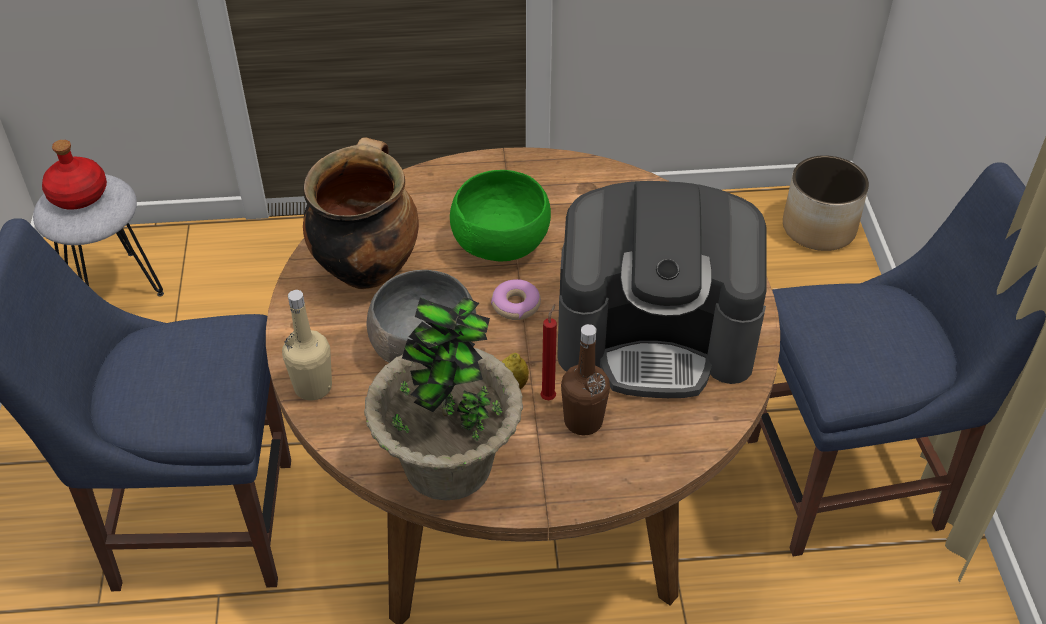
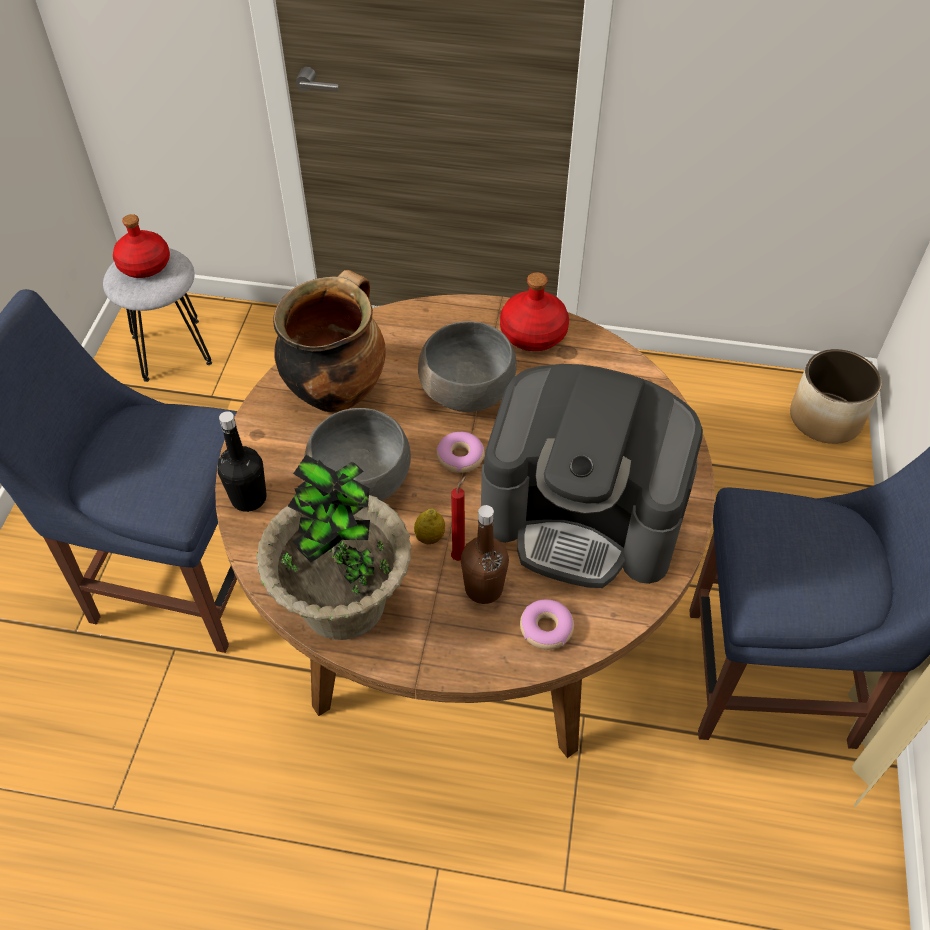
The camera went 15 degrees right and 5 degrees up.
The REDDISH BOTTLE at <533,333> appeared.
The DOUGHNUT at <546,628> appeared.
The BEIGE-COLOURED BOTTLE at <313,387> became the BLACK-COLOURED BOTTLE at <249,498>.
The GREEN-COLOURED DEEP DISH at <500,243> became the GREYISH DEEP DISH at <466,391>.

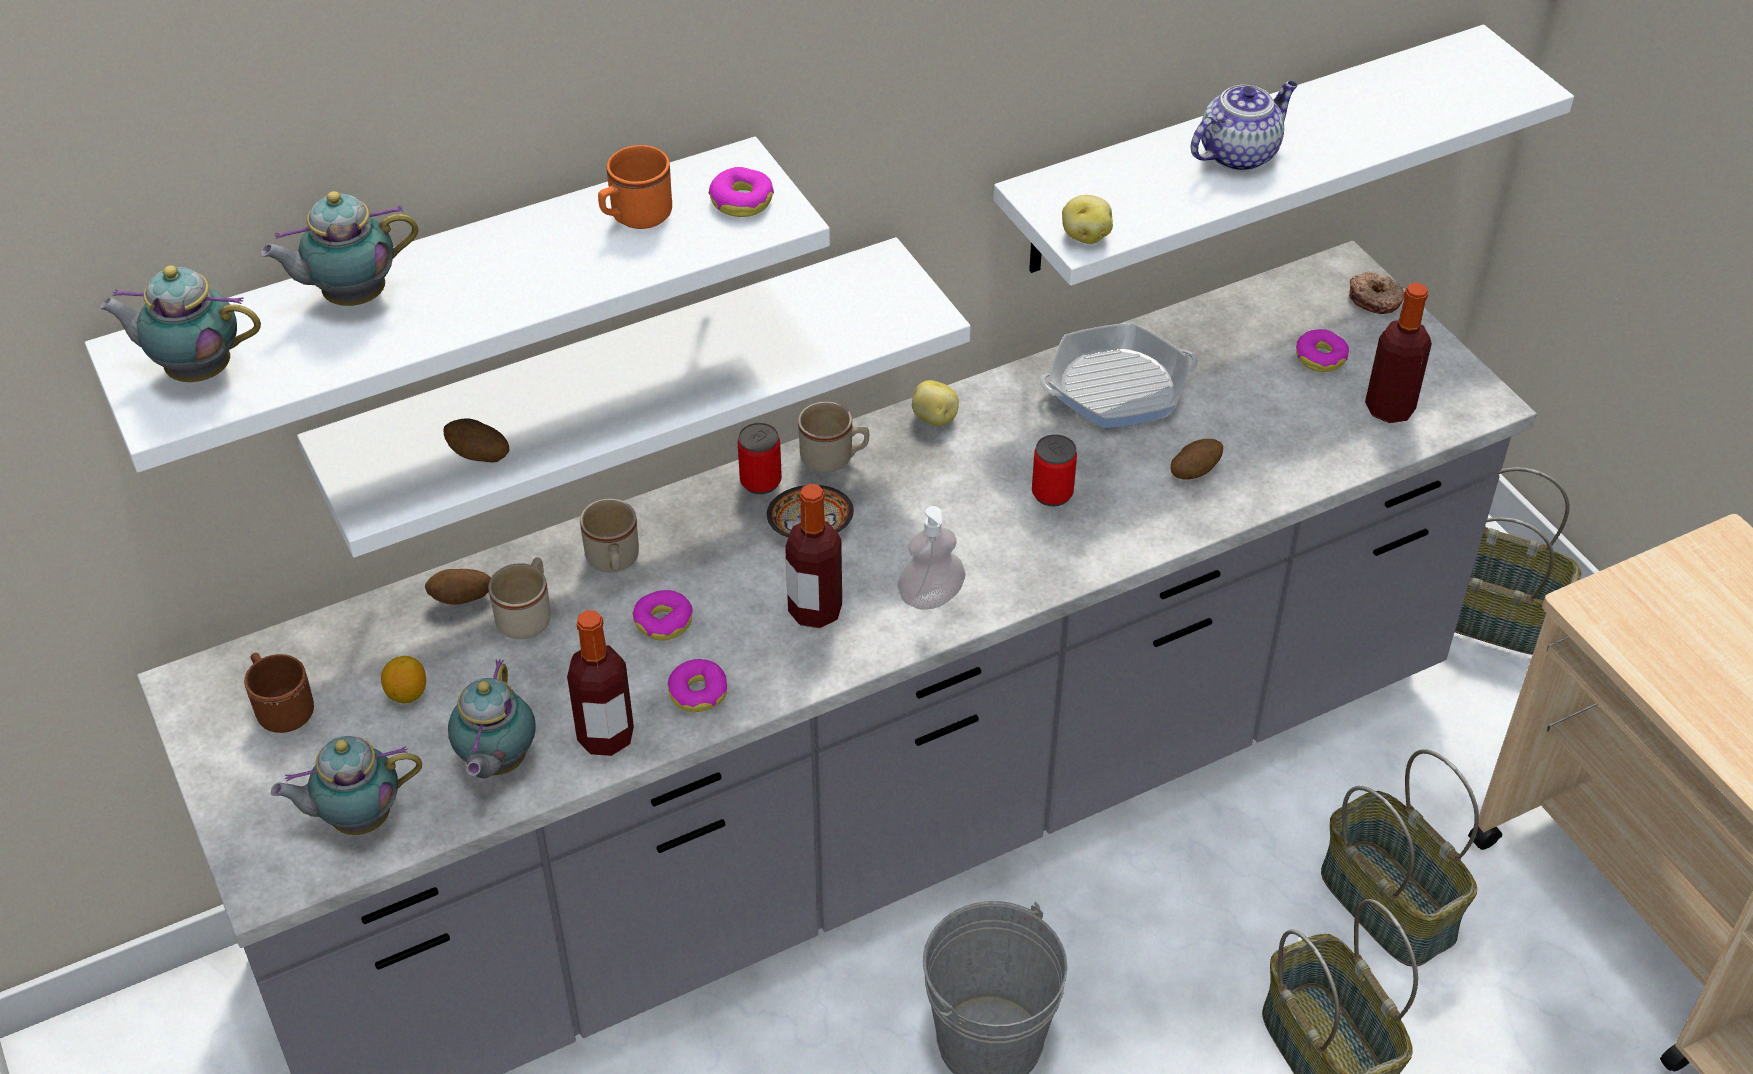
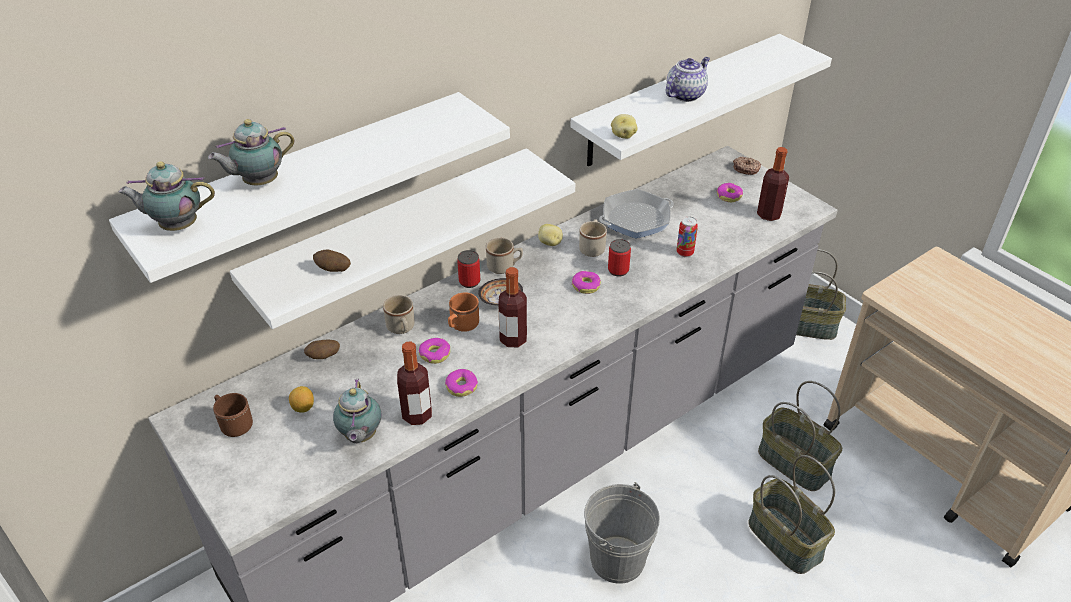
The camera went 10 degrees left and 5 degrees down.
The POT FOR TEA at <357,819> disappeared.
The SOAP BOTTLE at <930,597> disappeared.
The BEIGE-COLOURED MUG moved from <528,615> to <592,247>.
The ORANGE MUG moved from <634,218> to <462,326>.
The DOUGHNUT moved from <741,201> to <586,286>.
The WHOLE POTATO at <1194,472> was replaced by the CAN at <684,253>.

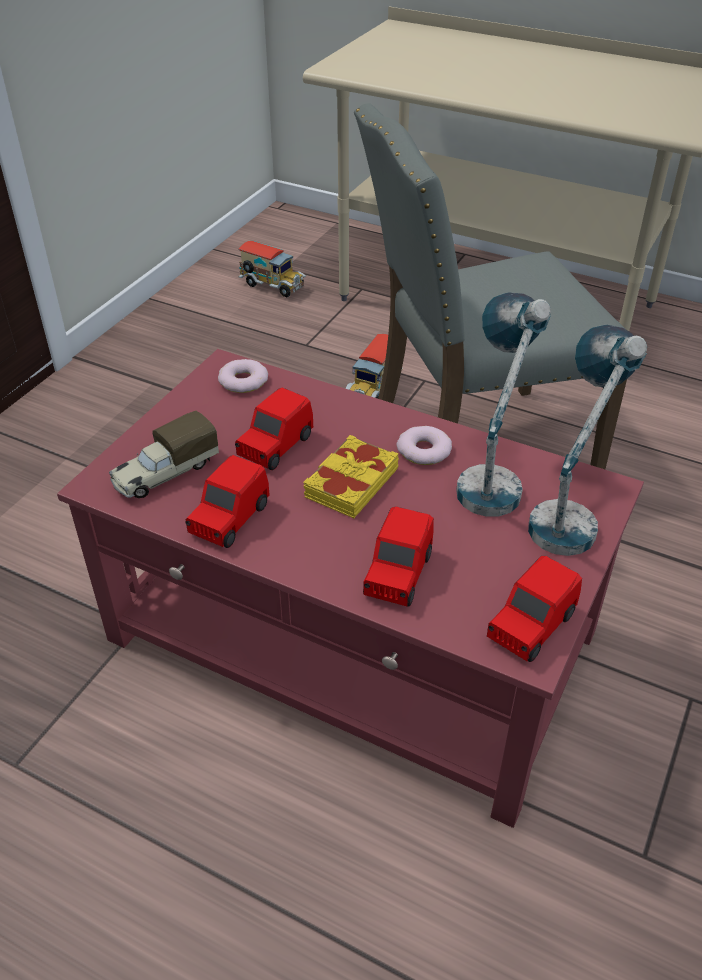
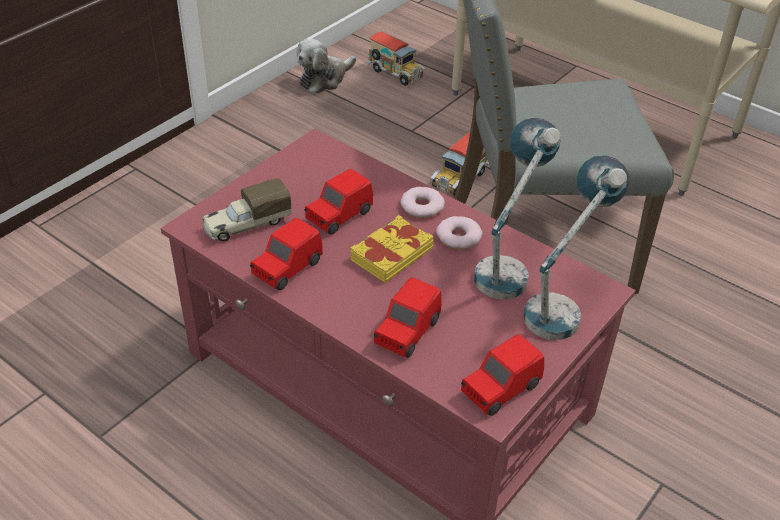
The camera went 10 degrees right and 0 degrees up.
The SOFT TOY at <324,79> appeared.
The DOUGHNUT moved from <243,381> to <422,206>.

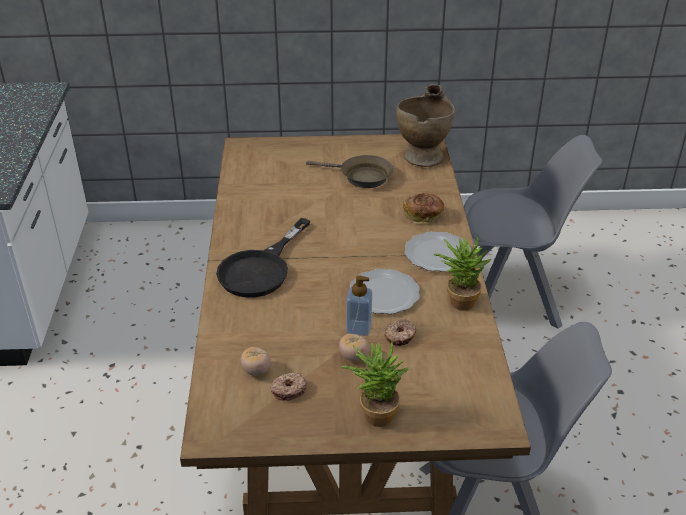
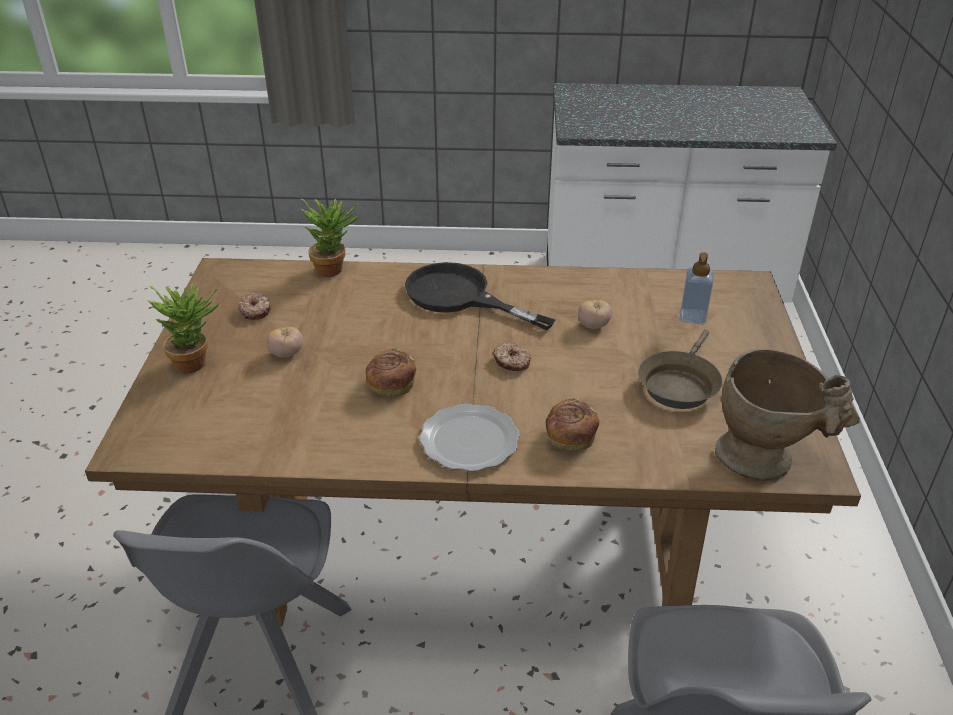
The camera went 95 degrees right and 0 degrees up.
The TOMATO moved from <256,371> to <593,325>.
The SOAP BOTTLE moved from <358,328> to <692,317>.
The DOUGHNUT moved from <400,336> to <512,362>.
The POTTED PLANT moved from <458,300> to <334,269>.
The FLAT DISH at <385,294> was replaced by the BAKERY BREAD at <391,385>.

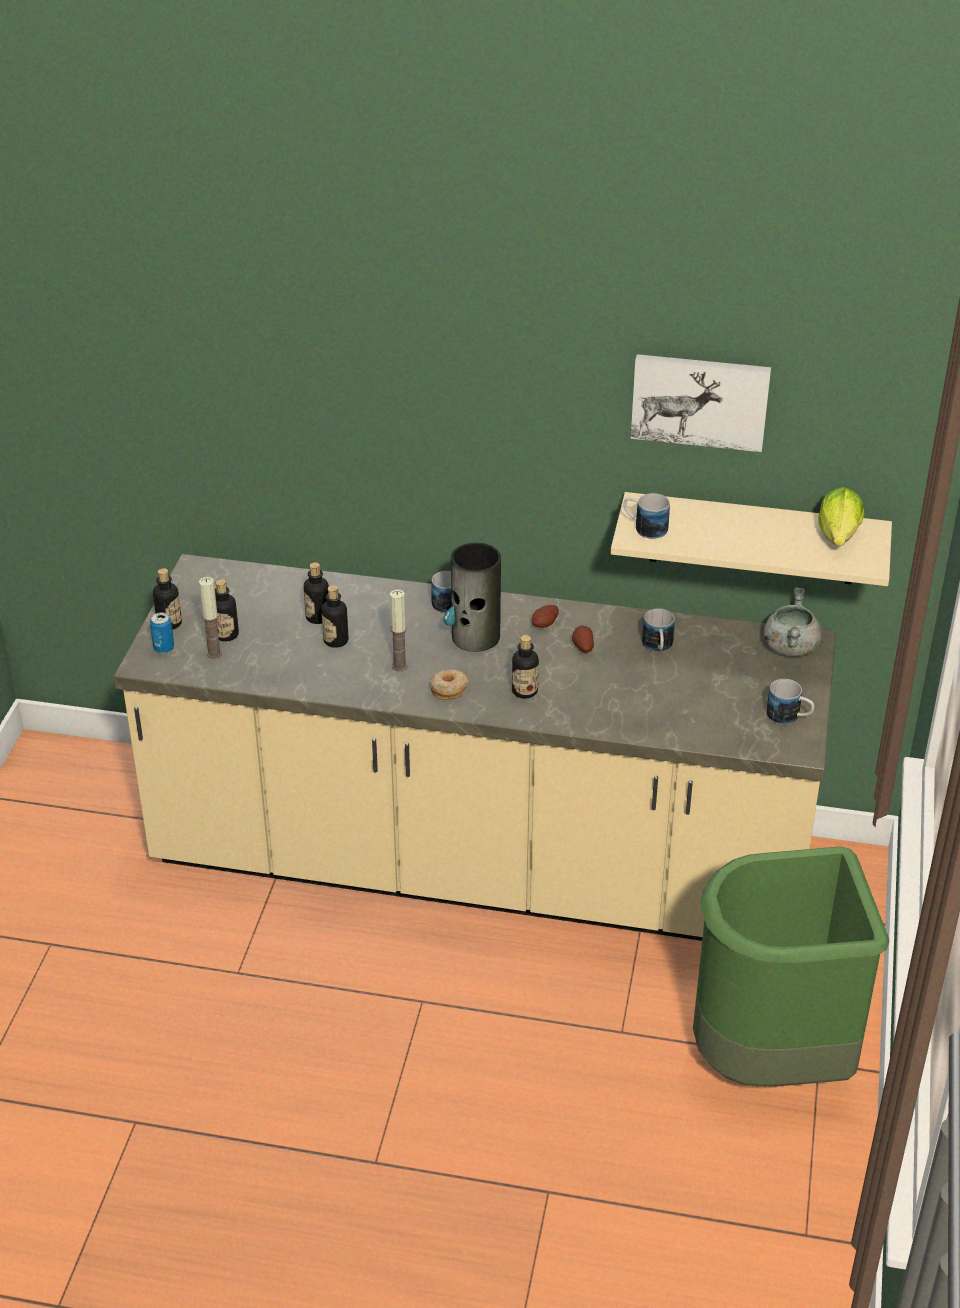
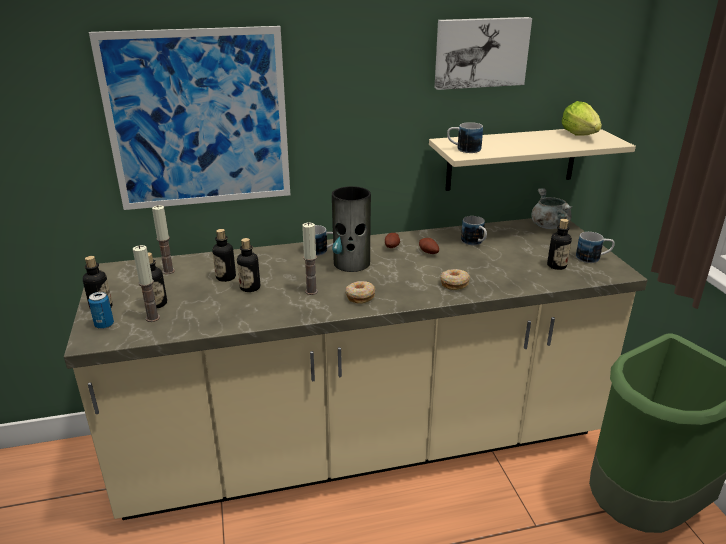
The camera went 25 degrees left and 10 degrees down.
The WALL PICTURE at <199,120> appeared.
The WAX CANDLE at <168,271> appeared.
The DOUGHNUT at <454,283> appeared.
The BOTTLE moved from <524,691> to <556,266>.

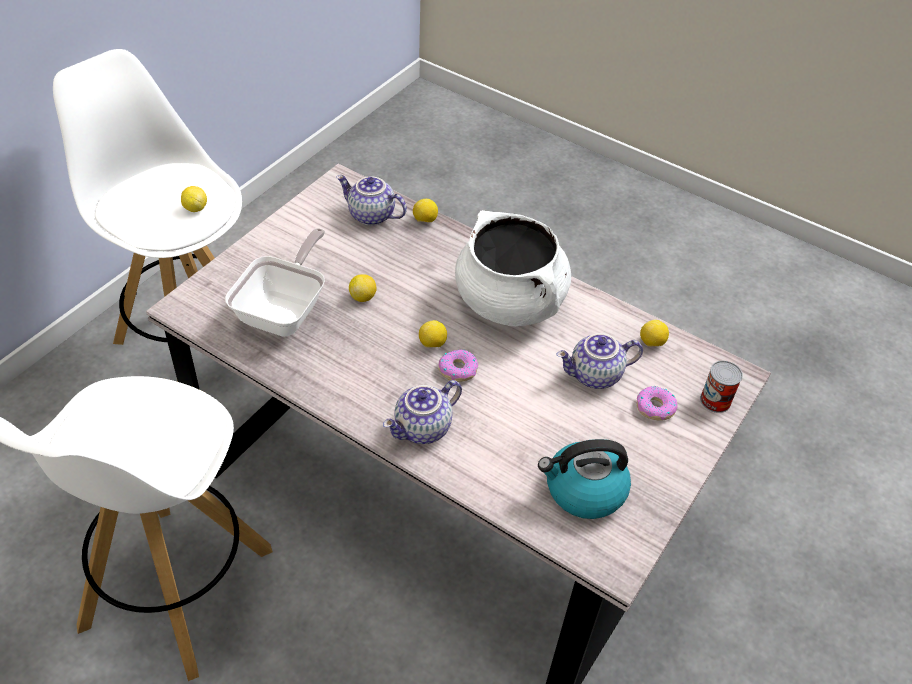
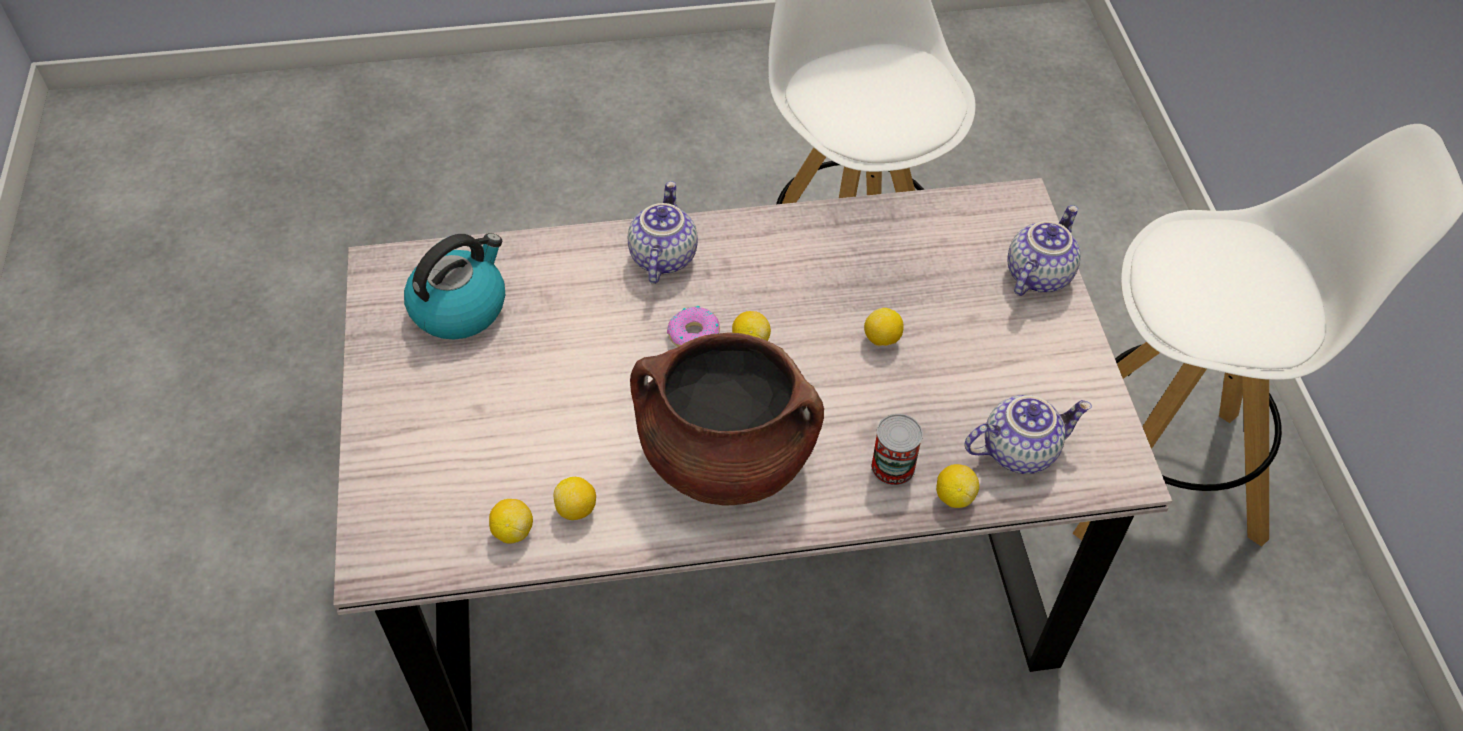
The camera went 140 degrees right and 5 degrees up.
The PAN at <285,311> disappeared.
The DOUGHNUT at <655,407> disappeared.
The CITRUS FRUIT moved from <195,208> to <577,509>.
The POT FOR TEA moved from <595,376> to <1037,274>.
The CAN moved from <715,400> to <893,467>.
The WHITE SAUCEPOT at <510,302> became the BROWNISH SAUCEPOT at <726,457>.

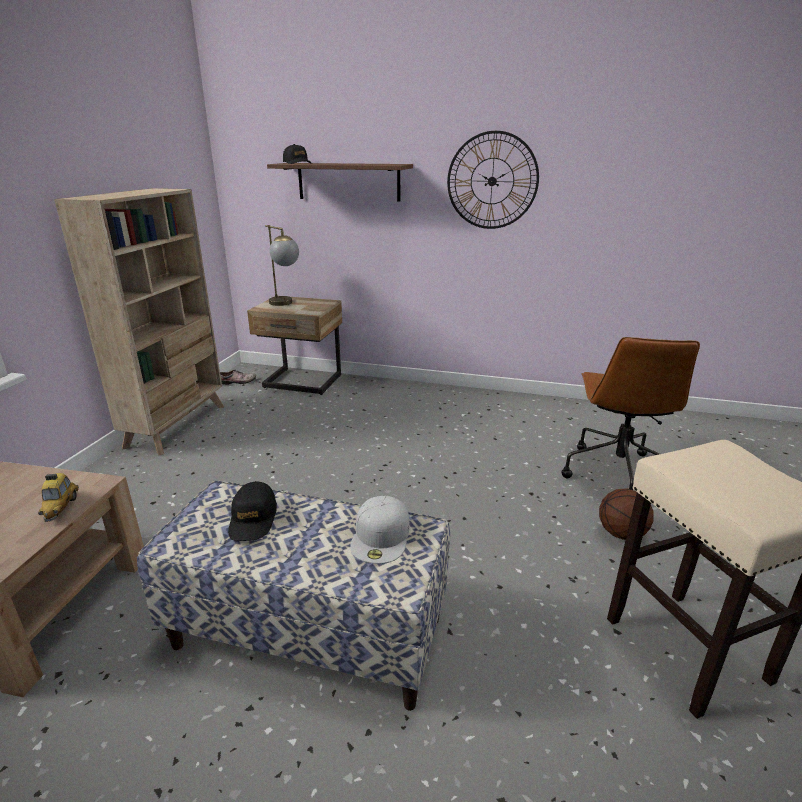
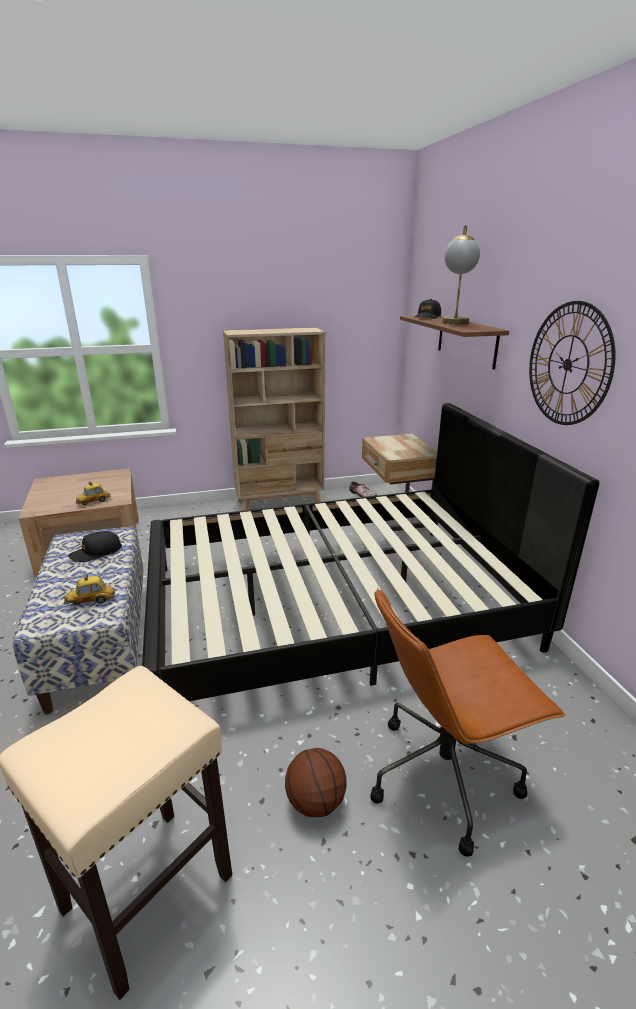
The camera went 60 degrees right and 0 degrees up.
The BLACK-COLOURED BED at <334,606> appeared.
The TABLE LAMP moved from <286,304> to <455,323>.
The WHITE BASEBALL CAP at <381,536> was replaced by the MODEL CAR at <91,601>.

